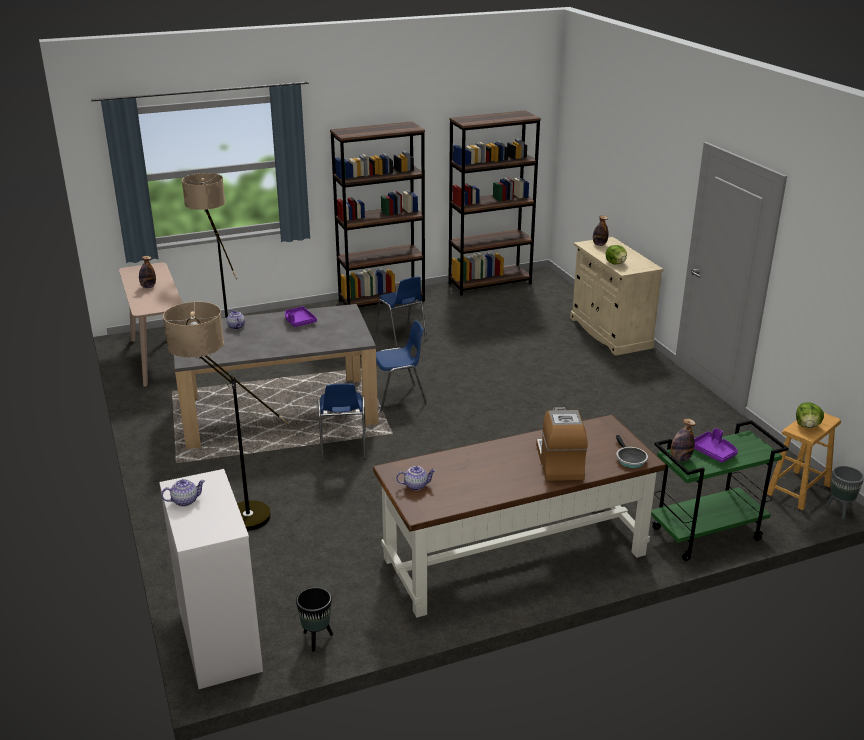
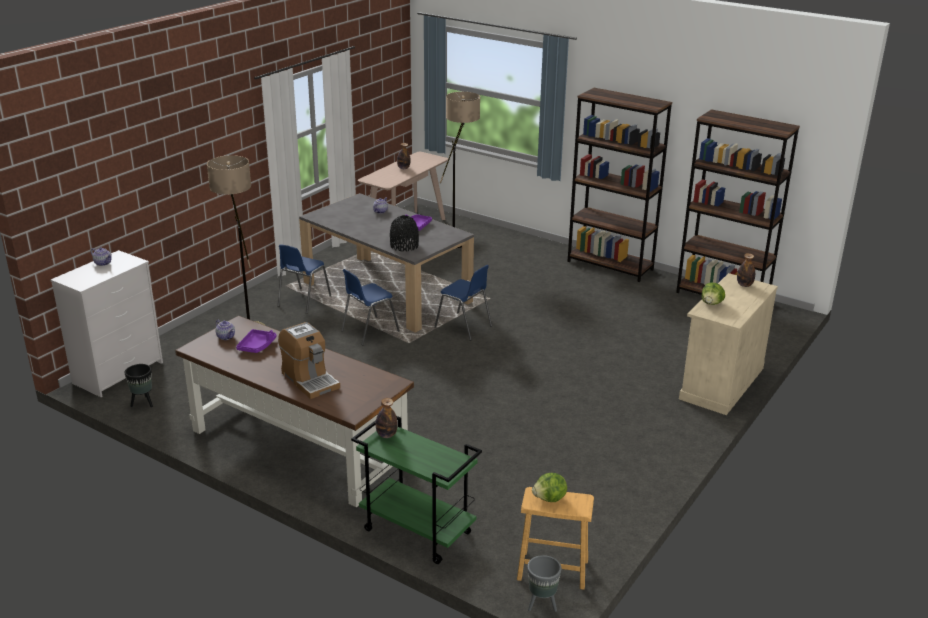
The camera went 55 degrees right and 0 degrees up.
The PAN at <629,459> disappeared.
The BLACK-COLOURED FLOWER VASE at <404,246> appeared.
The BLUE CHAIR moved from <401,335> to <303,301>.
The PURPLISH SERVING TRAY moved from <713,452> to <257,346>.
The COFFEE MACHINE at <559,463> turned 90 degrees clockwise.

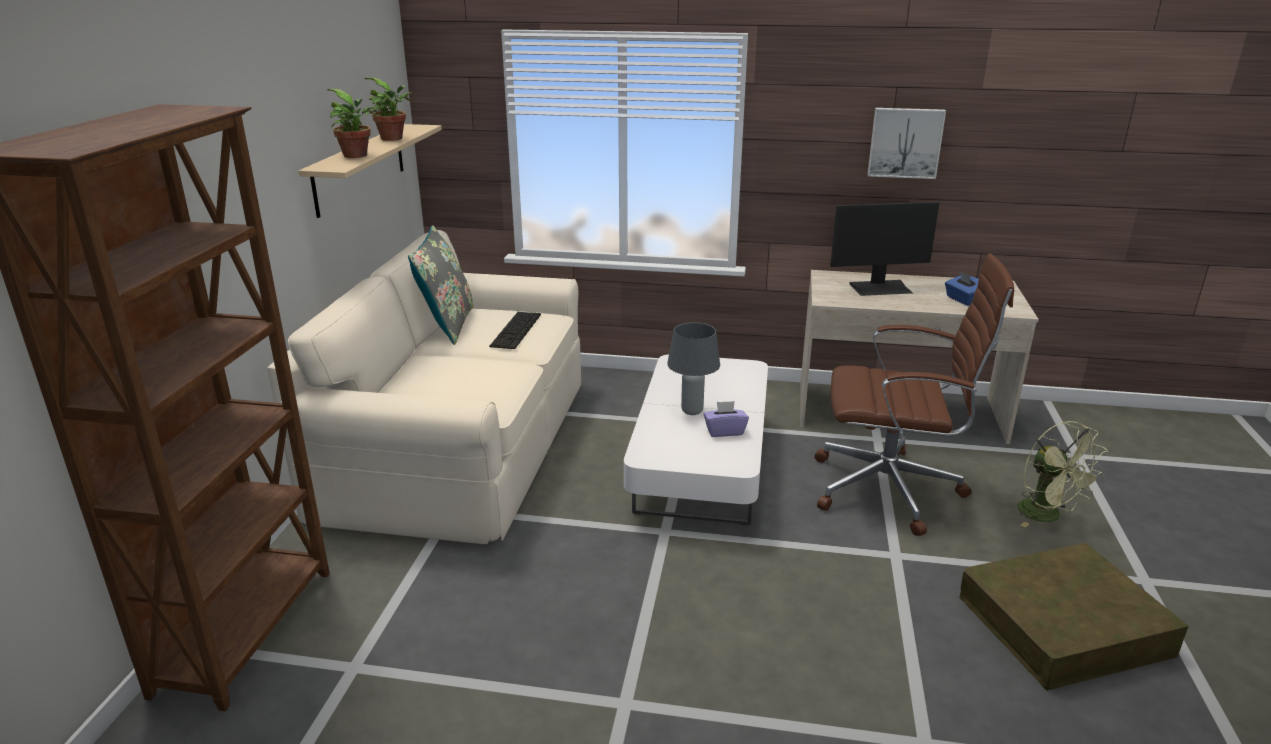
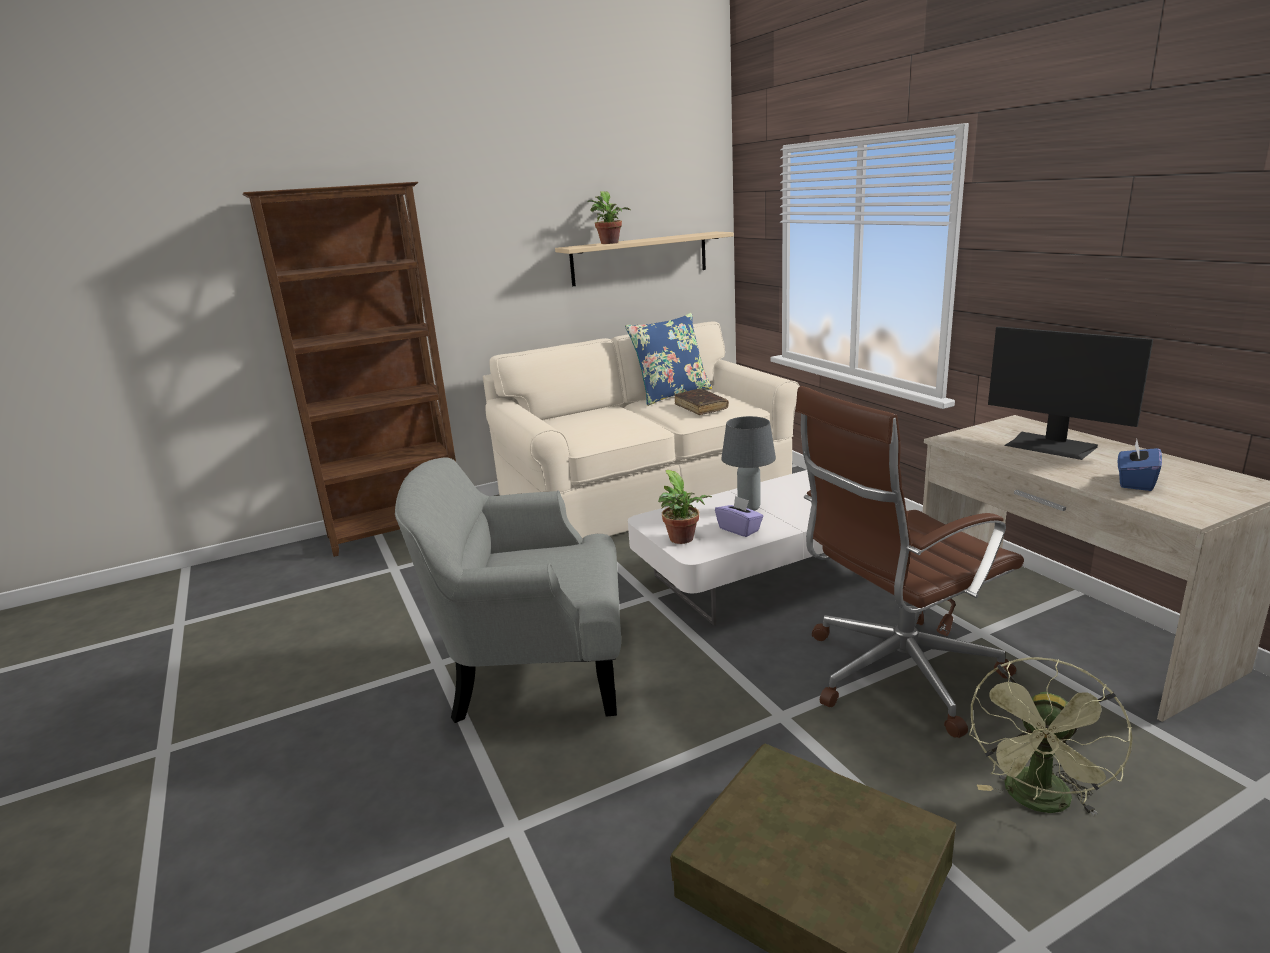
The camera went 55 degrees right and 5 degrees down.
The WALL PICTURE at <905,142> disappeared.
The GREYISH ARMCHAIR at <534,669> appeared.
The POTTED PLANT moved from <394,139> to <683,540>.
The PC KEYBOARD at <516,330> was replaced by the BROWNISH BOUND BOOK at <701,407>.
The GREYISH CUSHION at <447,325> became the BLUE CUSHION at <671,394>.
The BROWNISH DESK CHAIR at <891,490> turned 90 degrees clockwise.

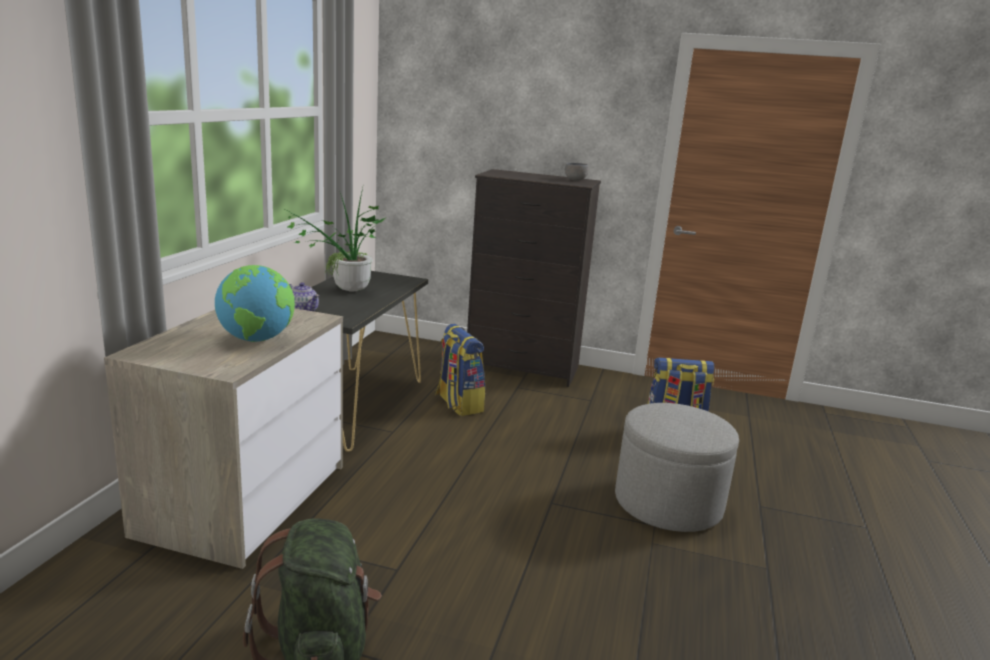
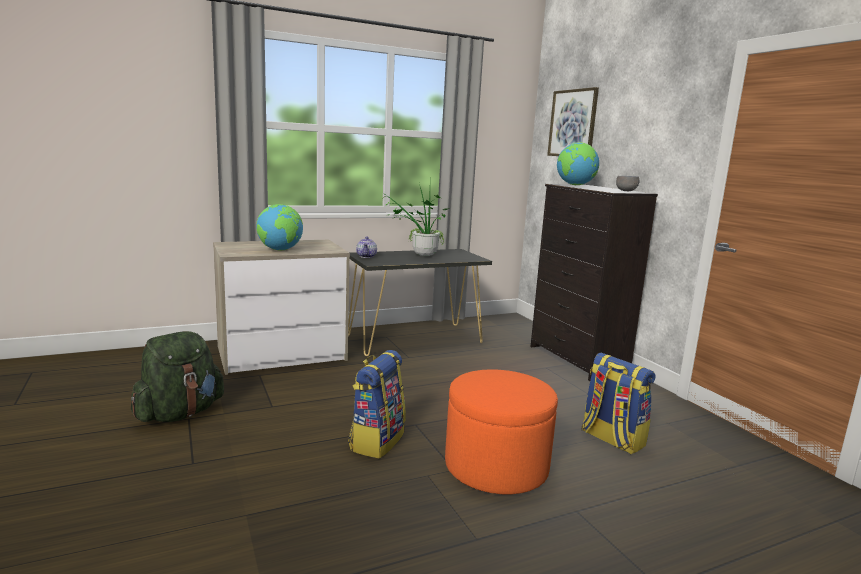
The camera went 50 degrees right and 5 degrees down.
The WALL PICTURE at <573,123> appeared.
The WORLD GLOBE at <575,185> appeared.
The BACKPACK moved from <458,404> to <376,441>.
The GREYISH OTTOMAN at <668,503> became the ORANGE OTTOMAN at <496,466>.

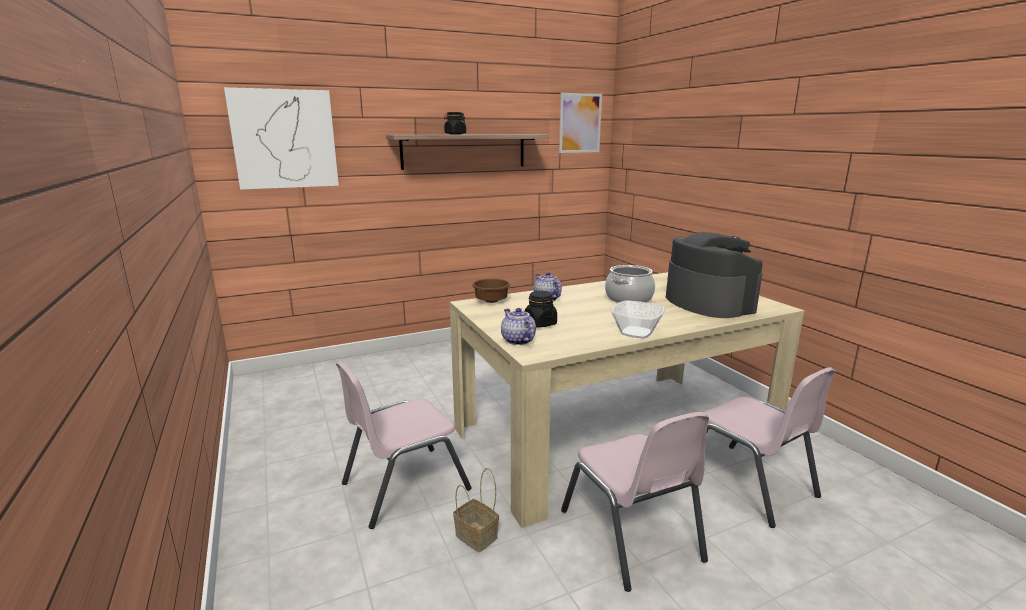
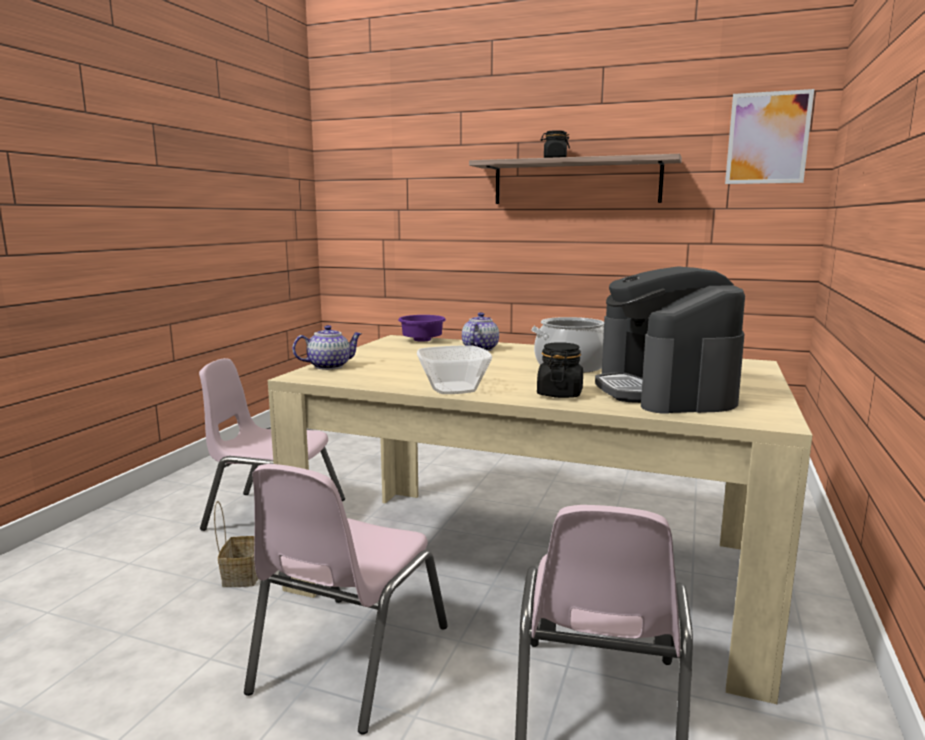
The camera went 45 degrees right and 5 degrees down.
The WALL PICTURE at <284,139> disappeared.
The BLACK-COLOURED STORAGE JAR moved from <540,323> to <559,394>.
The BROWNISH DEEP DISH at <490,301> became the PURPLISH DEEP DISH at <421,340>.
The POT FOR TEA at <517,340> turned 45 degrees clockwise.
The COFFEE MACHINE at <707,303> turned 150 degrees clockwise.

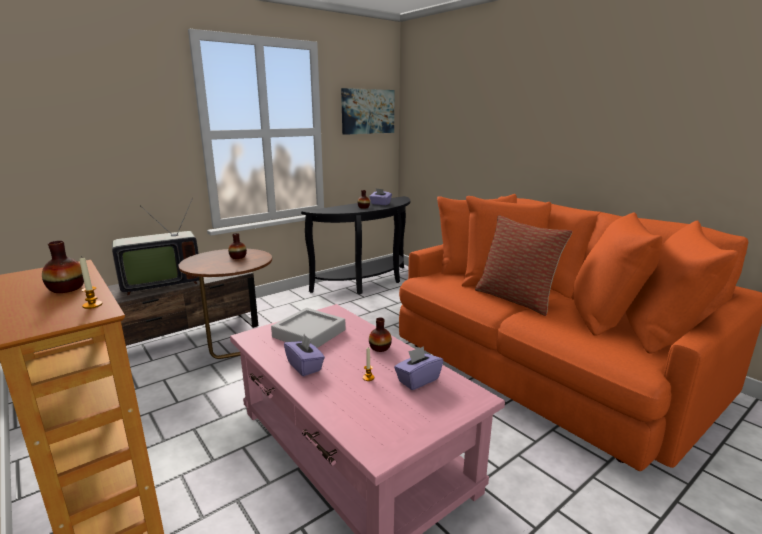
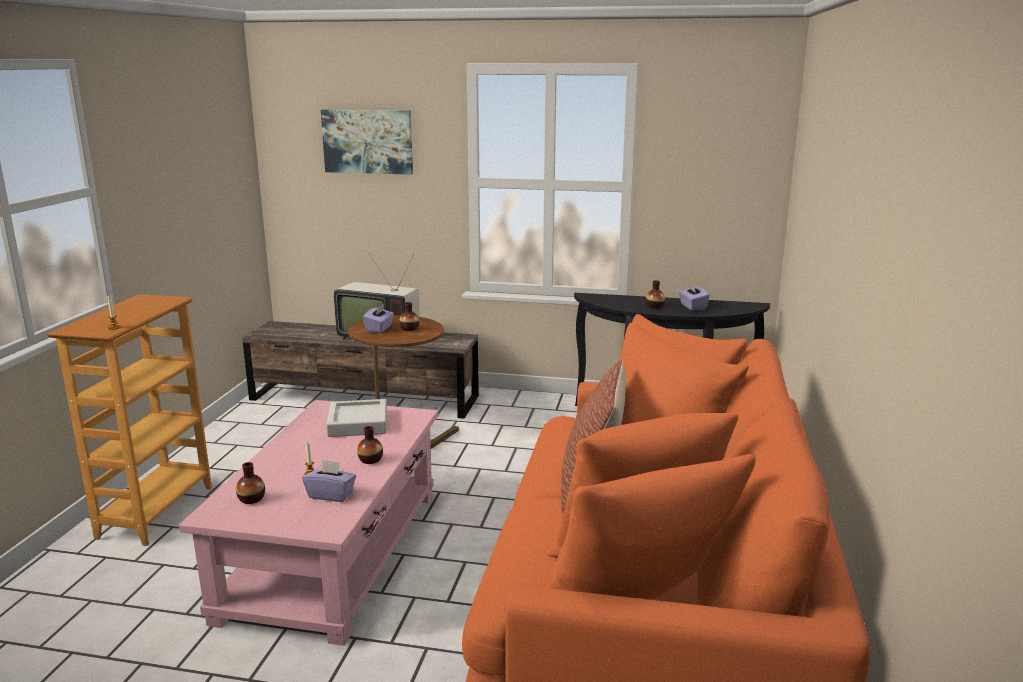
The camera went 50 degrees right and 0 degrees up.
The FLOWER VASE moved from <66,289> to <251,499>.
The PURPLISH BOX OF TISSUES moved from <305,366> to <379,329>.
The WALL PICTURE moved from <367,111> to <368,141>.

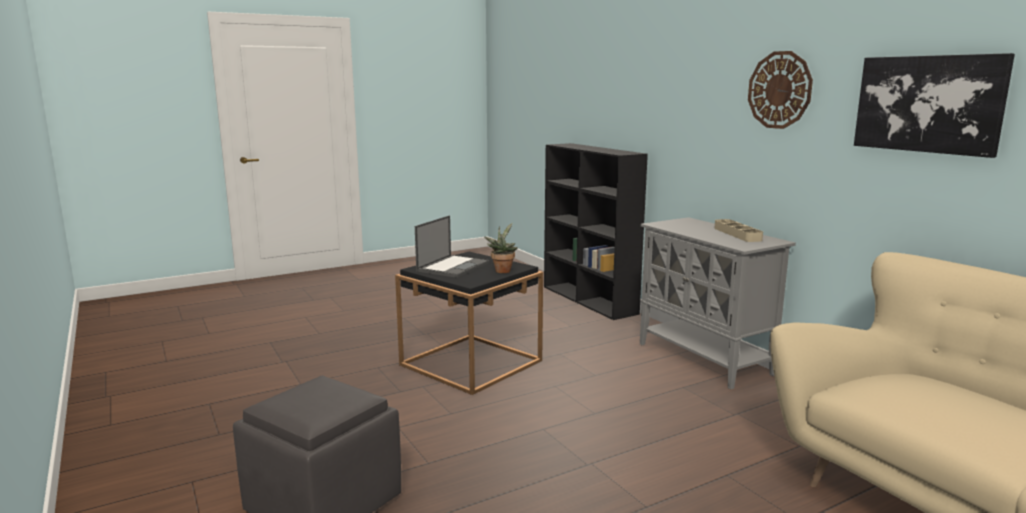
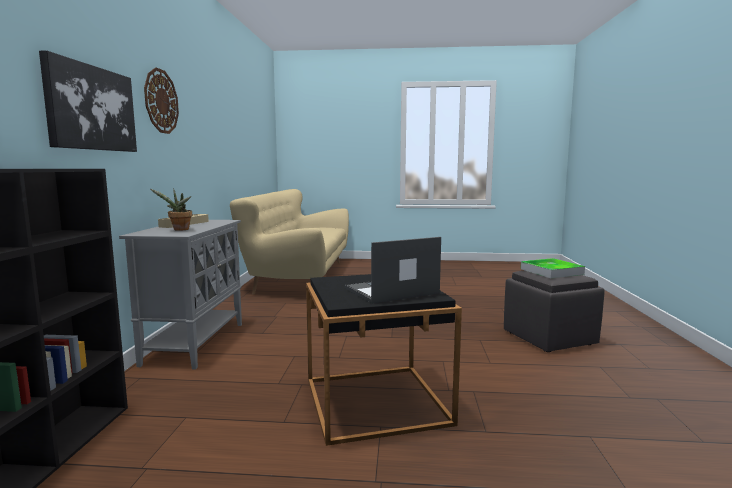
The camera went 145 degrees left and 5 degrees down.
The SERVING TRAY at <551,271> appeared.
The POTTED PLANT moved from <502,270> to <179,230>.
The WALL PICTURE moved from <928,104> to <91,108>.

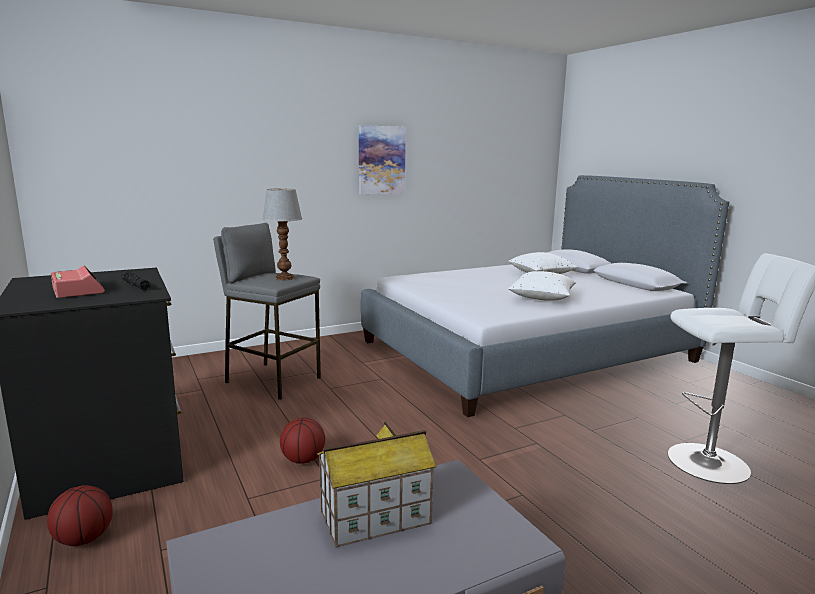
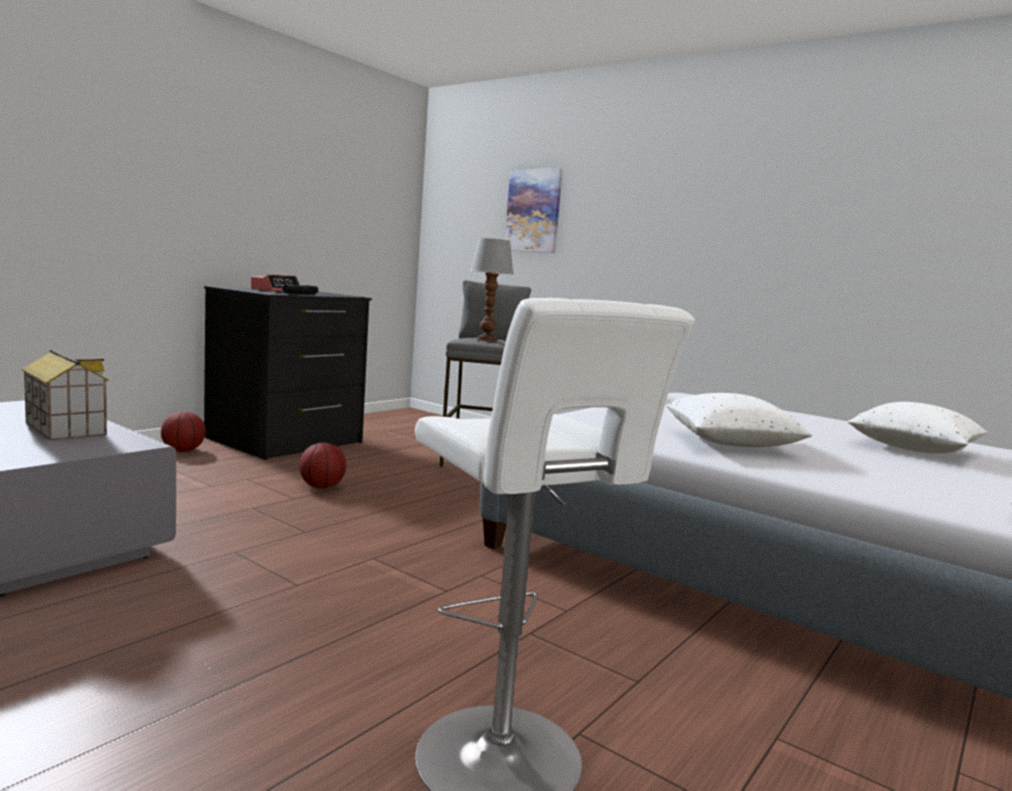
The camera went 65 degrees right and 5 degrees down.
The WALL PICTURE moved from <381,160> to <533,211>.

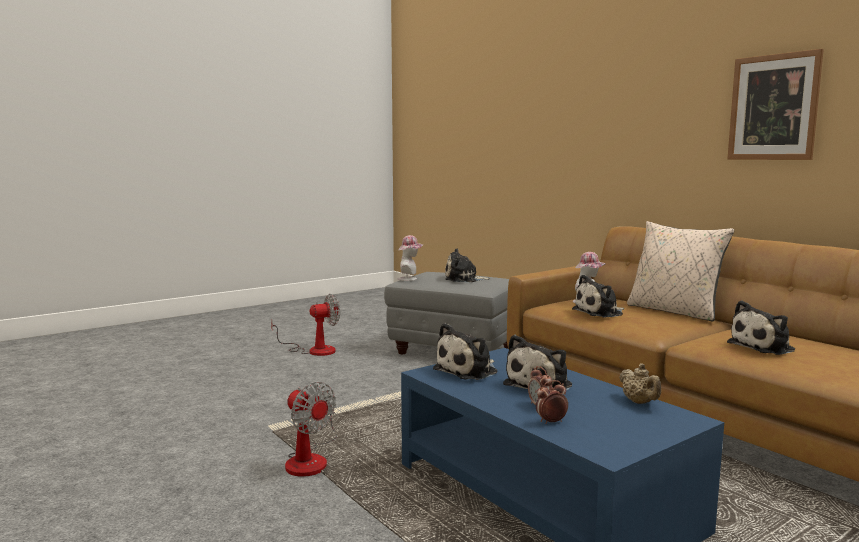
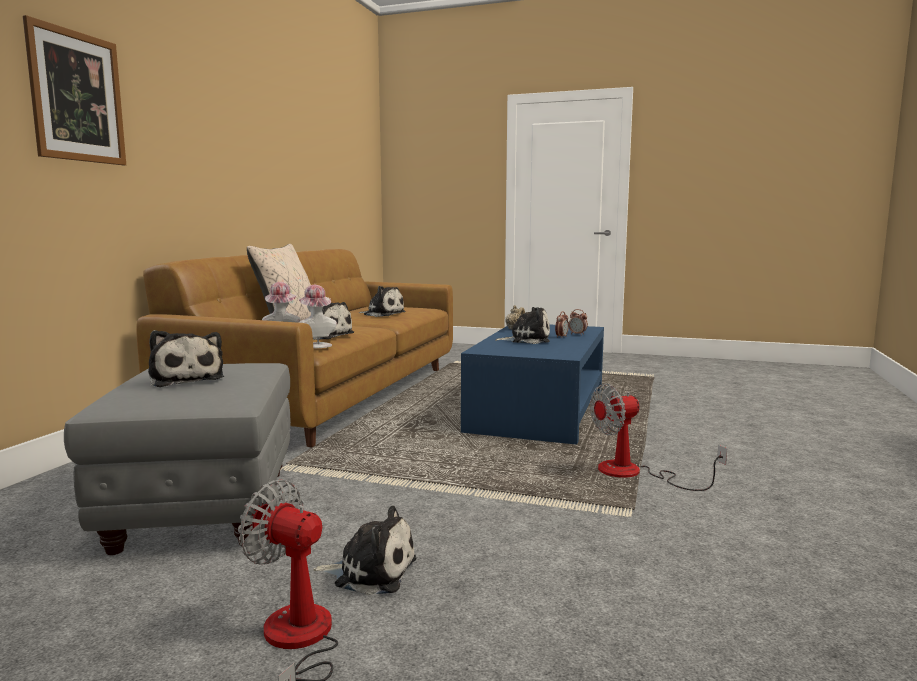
The camera went 125 degrees left and 0 degrees up.
The HAT moved from <410,279> to <316,345>.
The SOFT TOY moved from <468,370> to <371,572>.
The WALL PICTURE moved from <773,107> to <77,97>.
The COOLING FAN at <310,459> turned 120 degrees counterclockwise.

